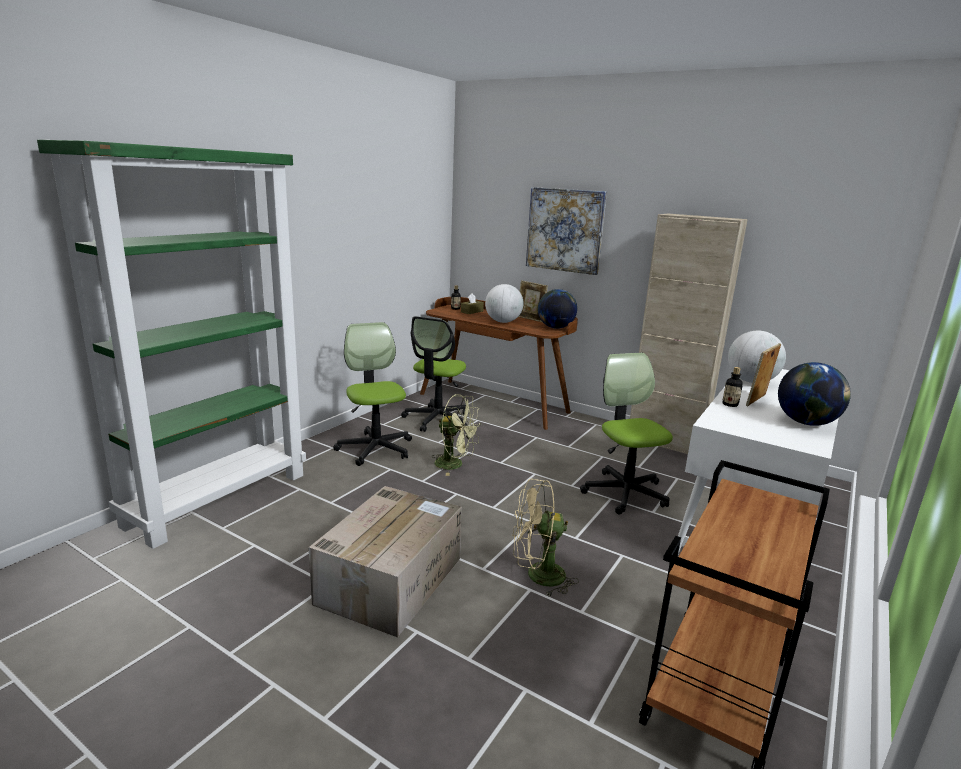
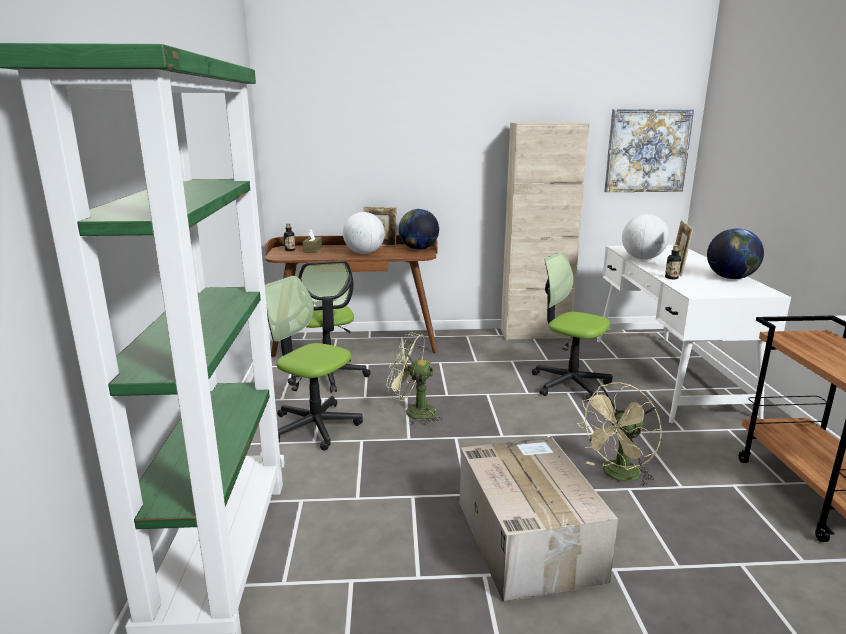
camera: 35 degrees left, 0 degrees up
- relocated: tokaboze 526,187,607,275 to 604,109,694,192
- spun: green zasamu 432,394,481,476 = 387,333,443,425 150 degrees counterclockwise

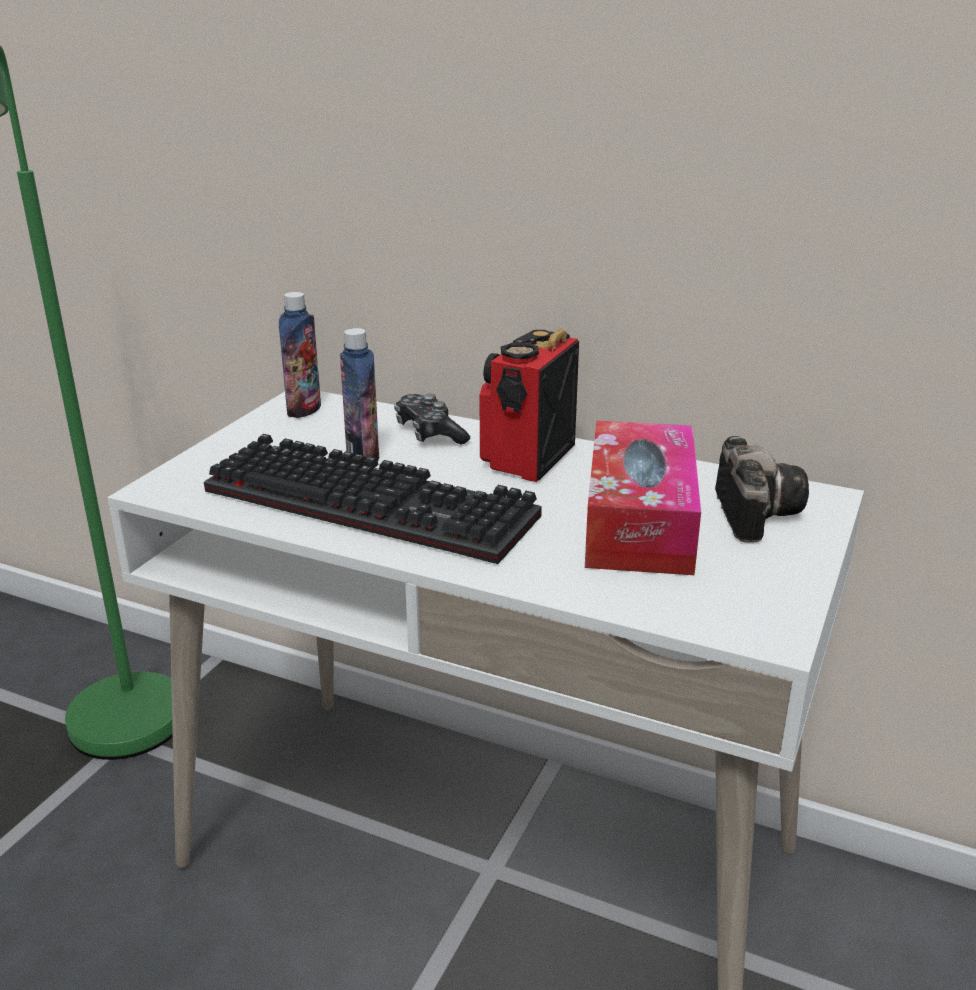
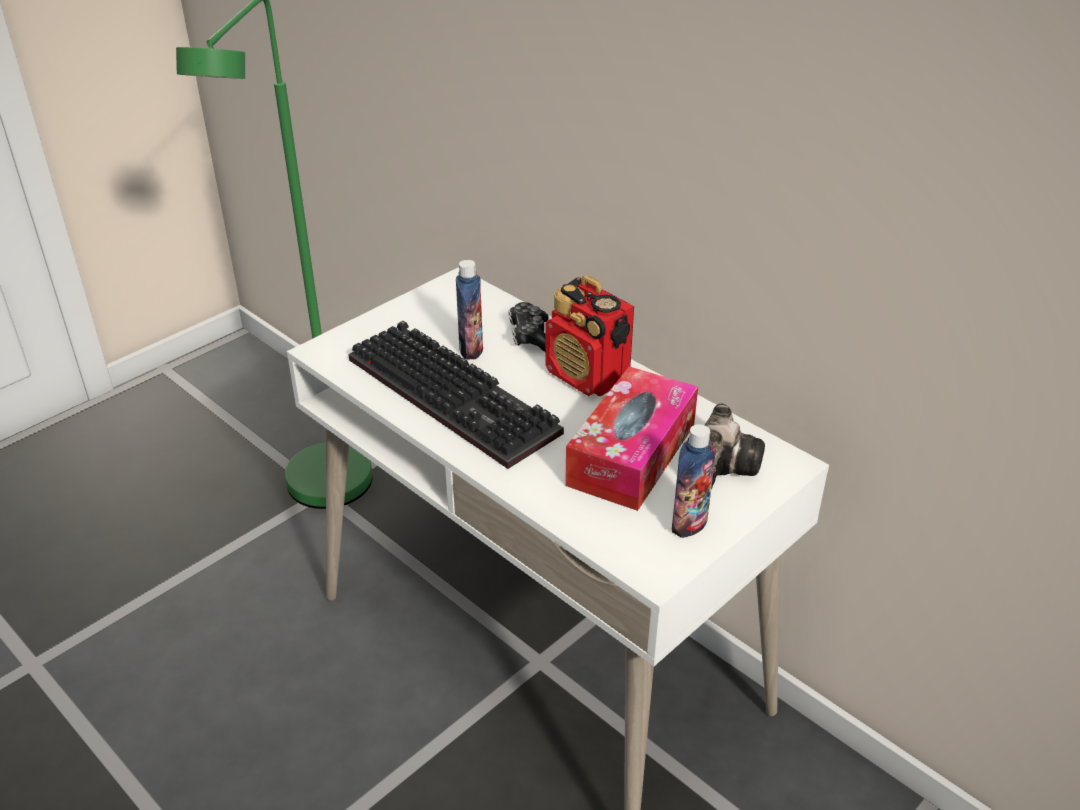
camera: 20 degrees right, 10 degrees up
- relocated: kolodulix 279,292,321,418 to 672,424,716,538
- spun: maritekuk 480,328,579,482 = 545,275,634,396 90 degrees counterclockwise

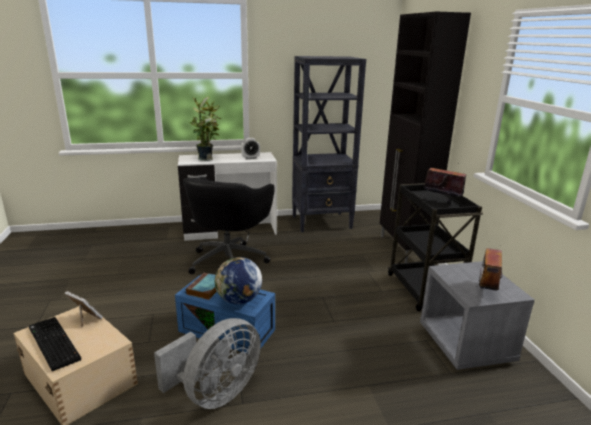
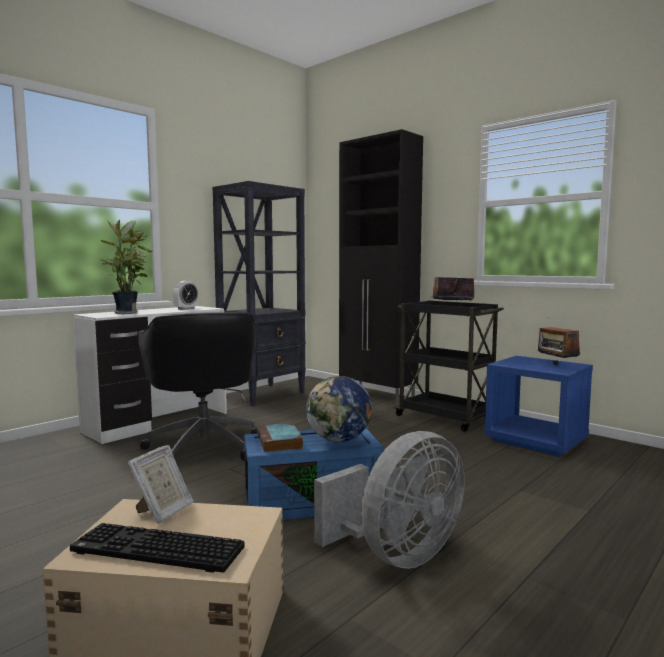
camera: 35 degrees left, 15 degrees down
- colour: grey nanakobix 420,261,535,370 to blue nanakobix 484,356,593,457
- spun: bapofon 64,291,103,327 = 128,445,194,524 120 degrees clockwise
- spun: grey zasamu 154,318,261,409 = 314,431,465,569 45 degrees clockwise

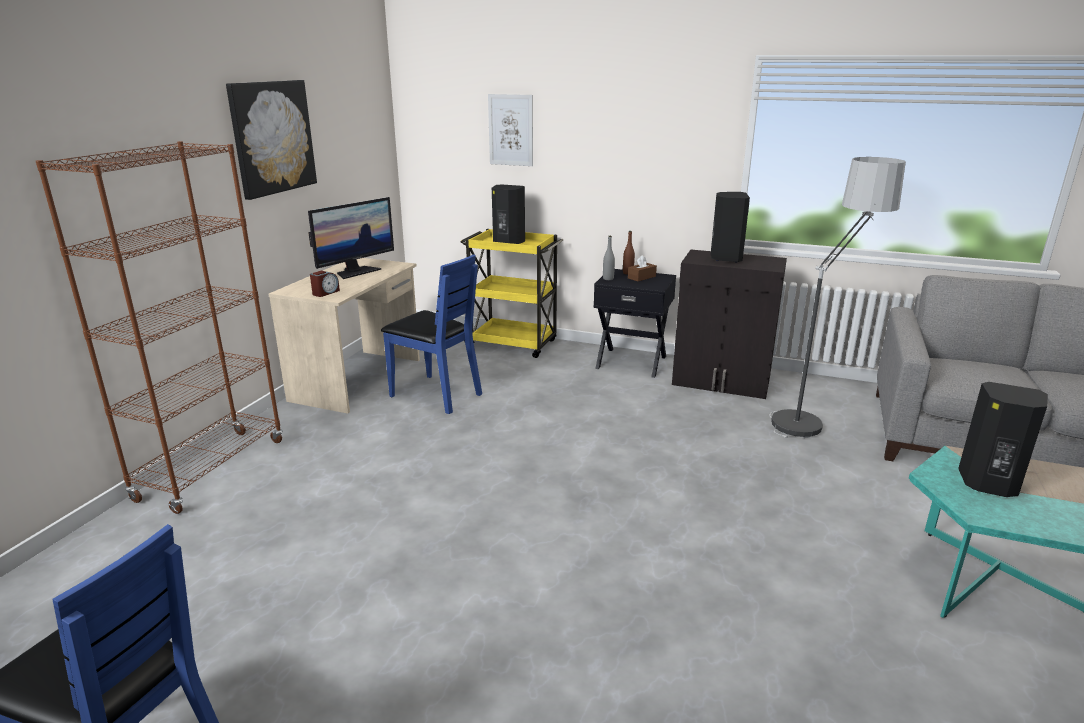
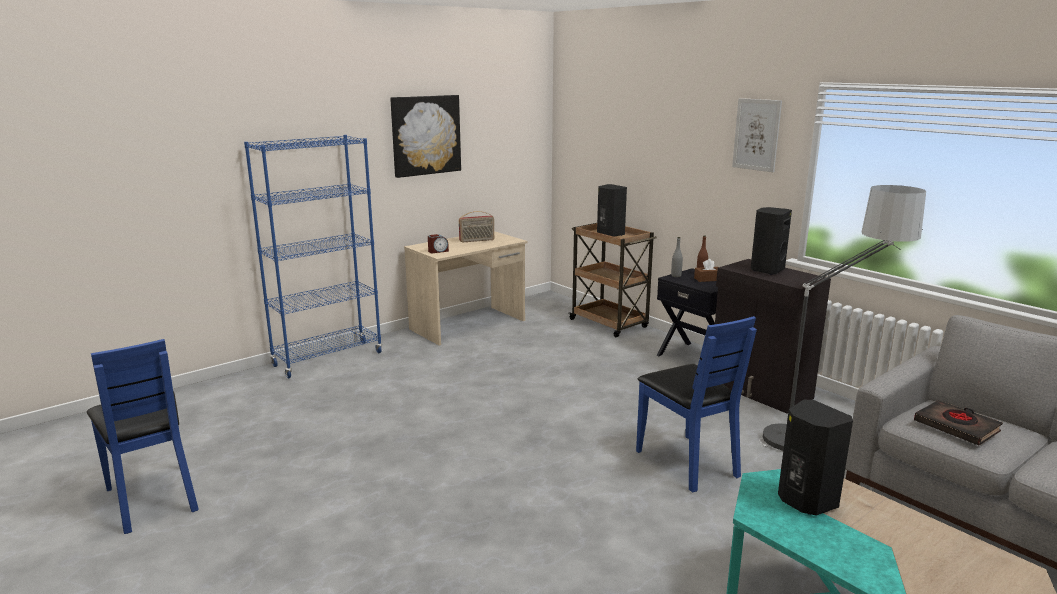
camera: 30 degrees right, 5 degrees down
- appeared: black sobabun 914,400,1003,445
- relocated: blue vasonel 381,254,482,414 to 636,316,757,492
- relocated: tokaboze 488,94,533,166 to 732,98,782,172
- exchanged: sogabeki 308,197,394,279 to maritekuk 459,211,494,242
- colour: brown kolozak 36,141,283,514 to blue kolozak 244,135,382,378
- colour: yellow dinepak 461,229,563,358 to brown dinepak 569,223,657,337

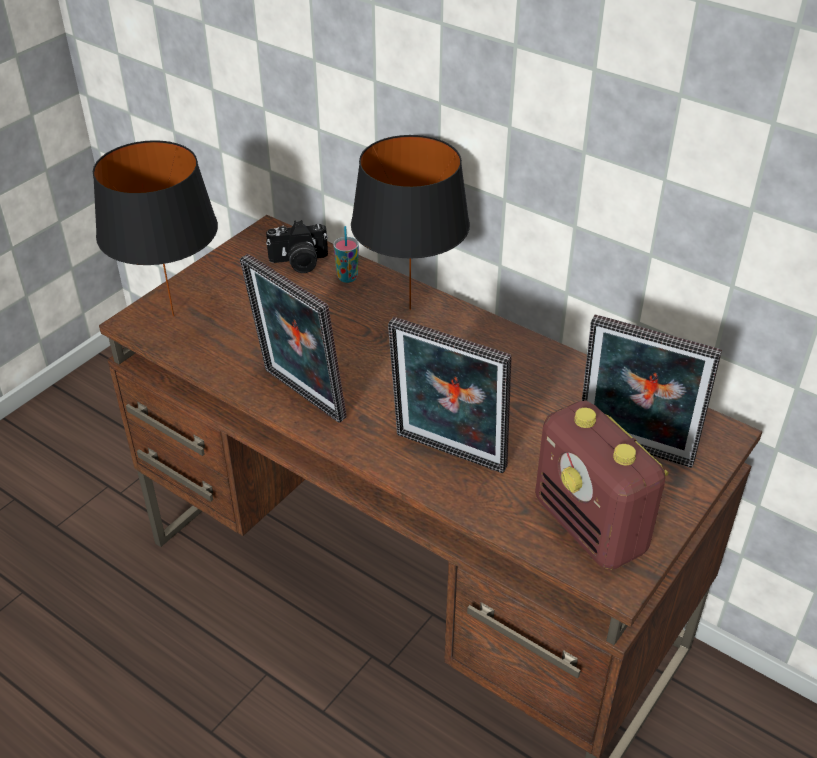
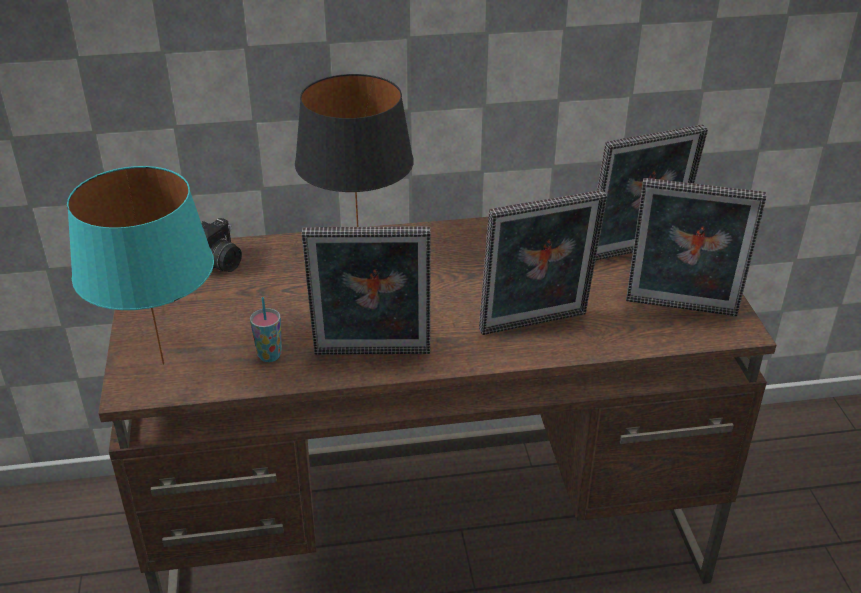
camera: 45 degrees left, 5 degrees down
- relocated: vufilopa 333,226,359,283 to 250,297,282,362
- exchanged: maritekuk 535,401,669,569 to bapofon 626,178,766,316
- colour: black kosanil 93,140,218,316 to turquoise kosanil 67,166,214,365

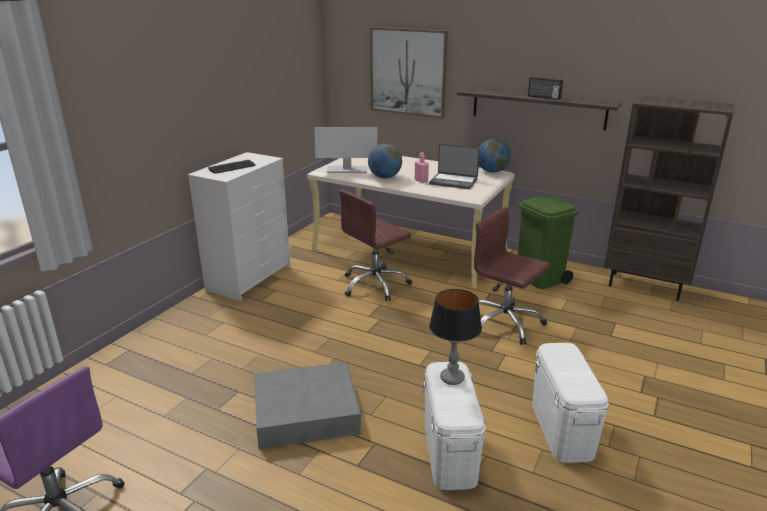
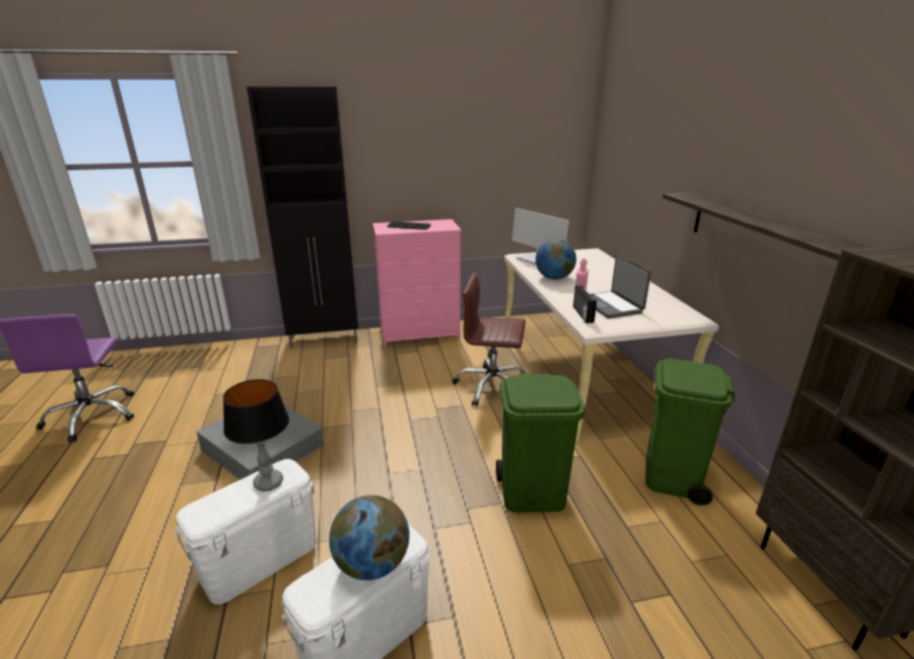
camera: 50 degrees right, 0 degrees up
- missing: tokaboze 370,27,448,118
- appeared: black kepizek 247,86,358,349
- relocated: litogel 479,139,511,173 to 329,495,409,580
- relocated: maritekuk 528,77,563,100 to 573,285,597,323
- exchanged: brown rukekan 474,207,550,345 to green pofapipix 496,373,585,513
- colour: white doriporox 188,152,290,301 to pink doriporox 373,219,461,347

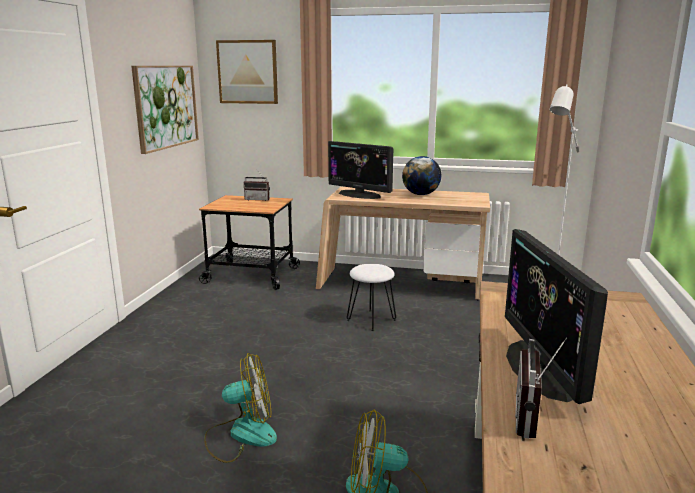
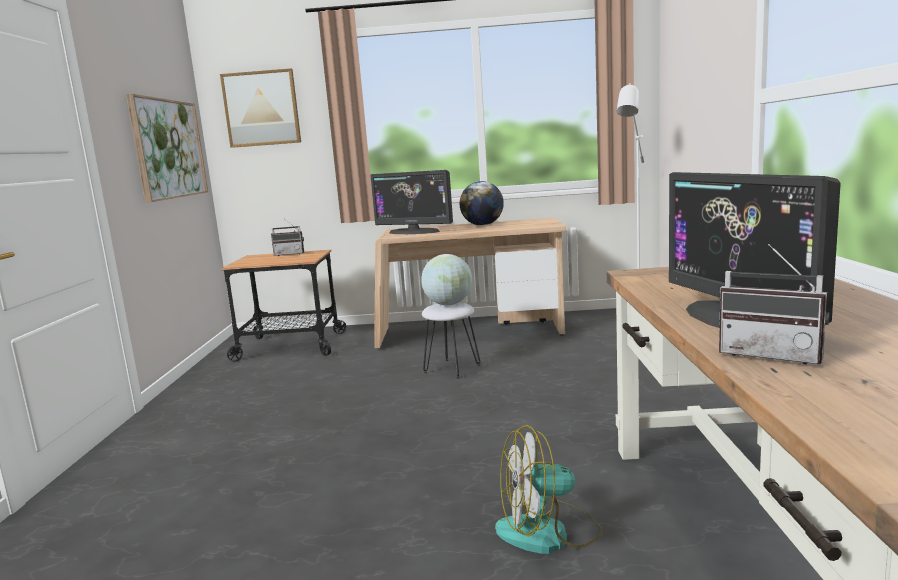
camera: 10 degrees left, 5 degrees down
- missing: zasamu 204,353,277,463
- appeared: litogel 421,254,472,305
- spun: maritekuk 515,338,567,439 = 719,244,829,365 60 degrees counterclockwise

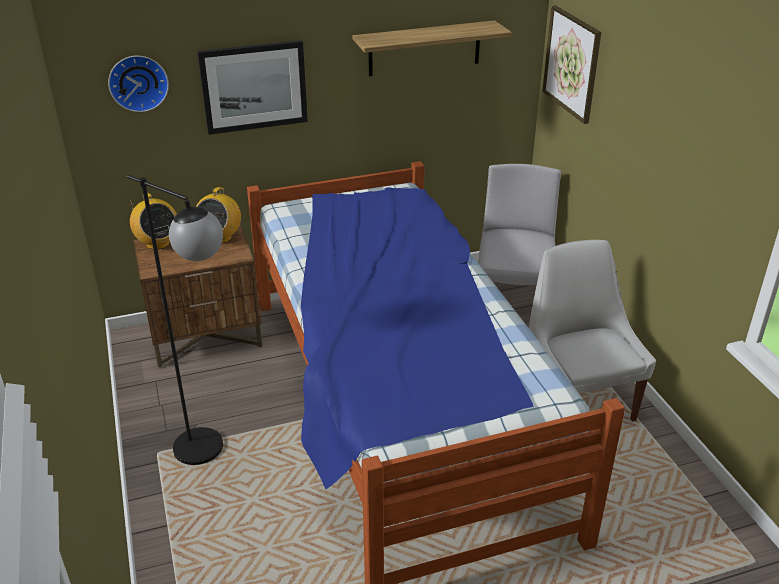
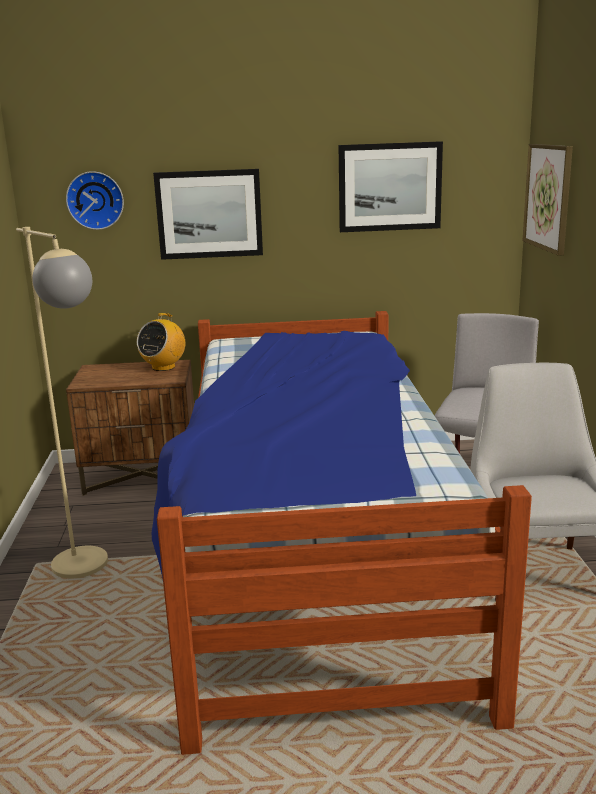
camera: 15 degrees right, 15 degrees down
- missing: maritekuk 130,193,177,250
- exchanged: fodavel 353,20,512,76 to tokaboze 339,141,443,232
- colour: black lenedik 127,175,223,465 to beige lenedik 16,227,108,578

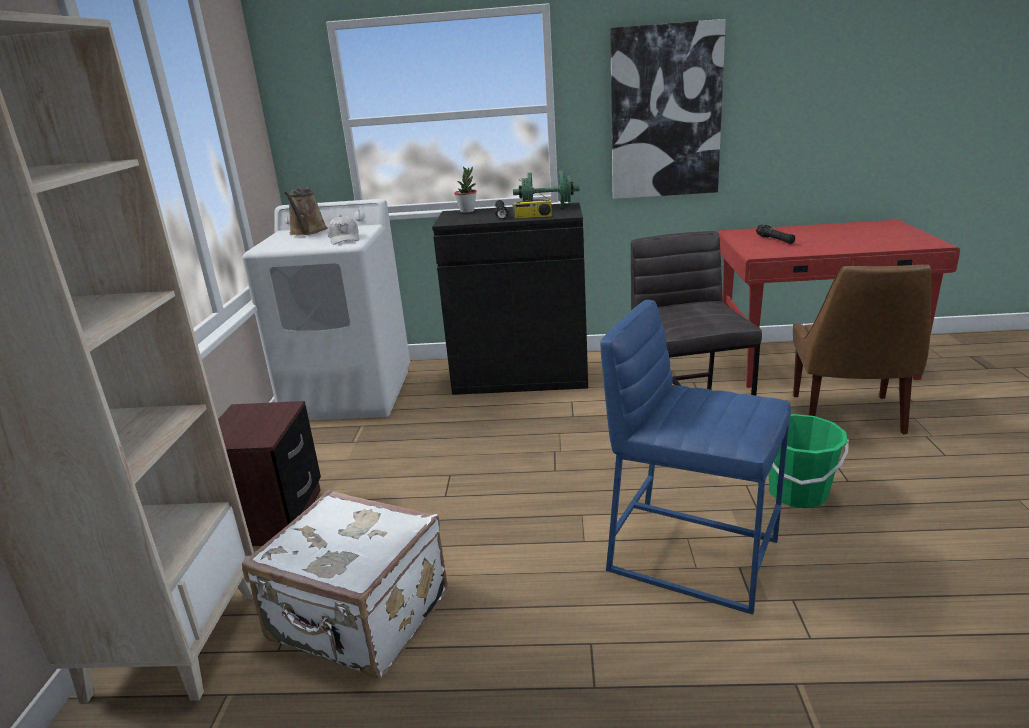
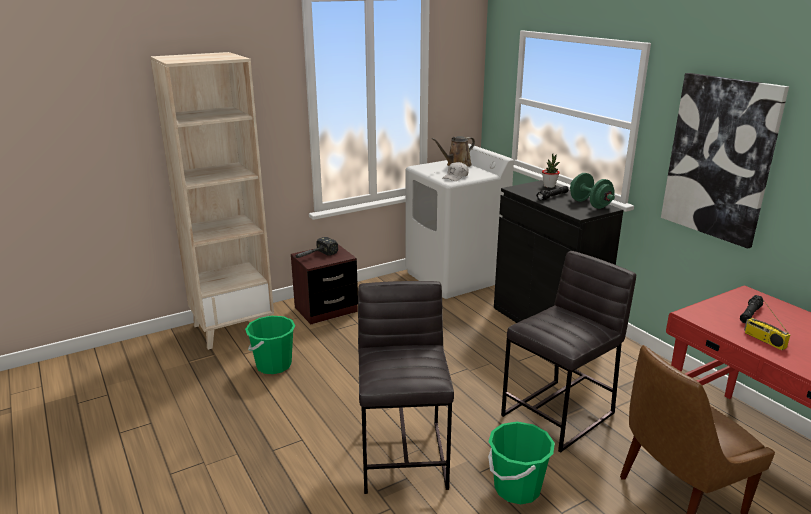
camera: 55 degrees right, 0 degrees up
- appeared: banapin 294,237,338,258
- relocated: maritekuk 512,180,552,219 to 744,299,790,350
- exchanged: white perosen 242,490,447,678 to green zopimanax 245,316,295,374
- colour: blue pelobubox 600,300,791,615 to grey pelobubox 358,281,454,494

